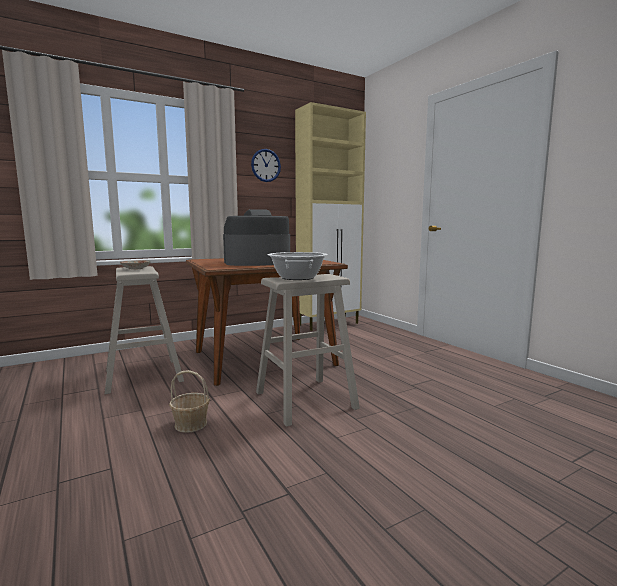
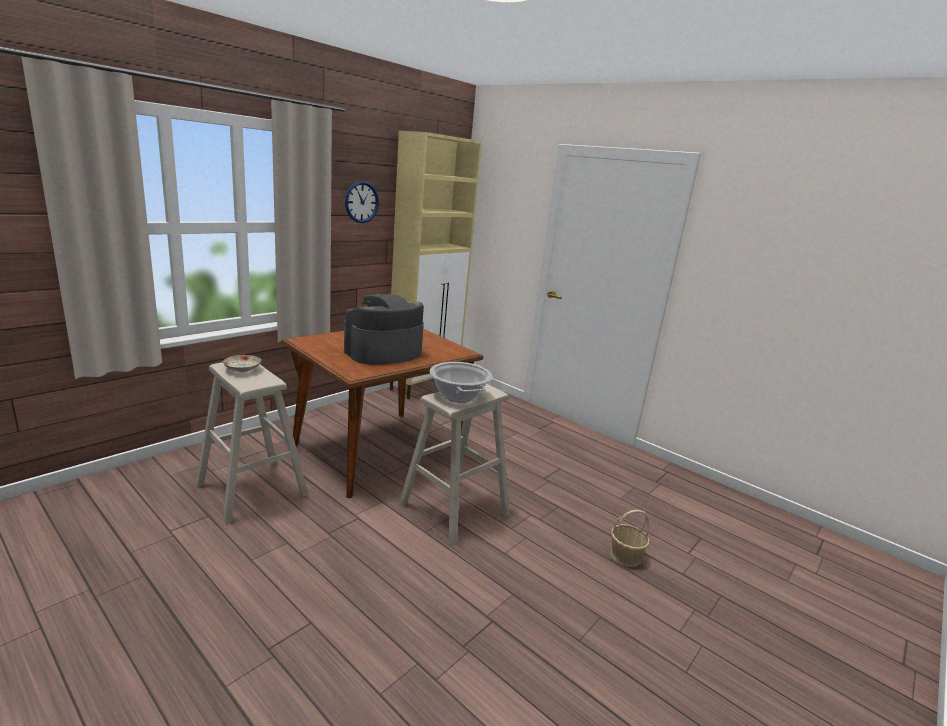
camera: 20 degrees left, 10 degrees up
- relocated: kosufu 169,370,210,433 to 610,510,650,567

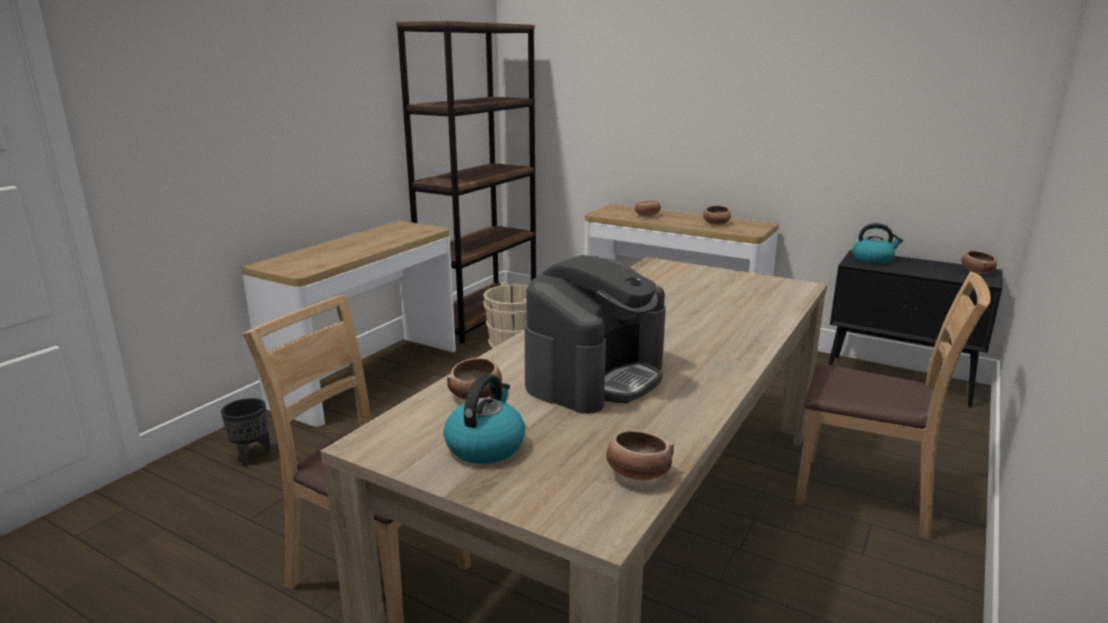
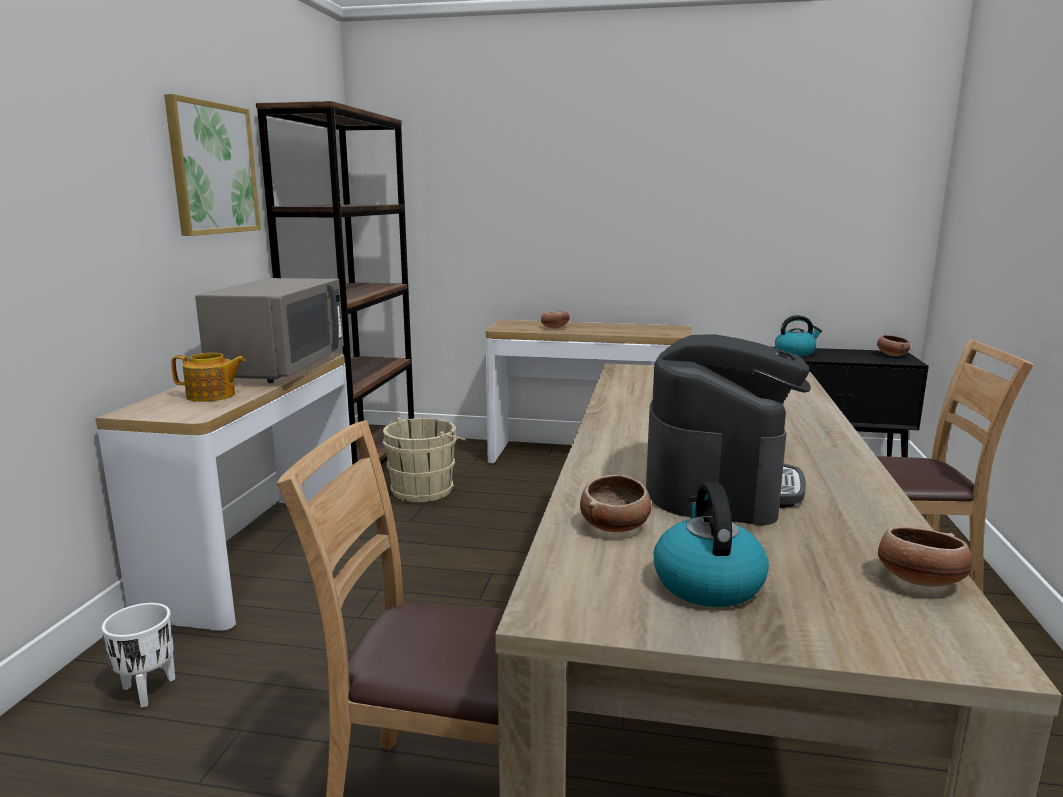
camera: 20 degrees left, 5 degrees down
- missing: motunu 703,205,731,225
- appeared: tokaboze 164,94,261,236
- appeared: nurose 171,353,246,402
- appeared: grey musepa 195,278,344,383
- colour: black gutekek 221,398,271,466 to white gutekek 102,603,175,707

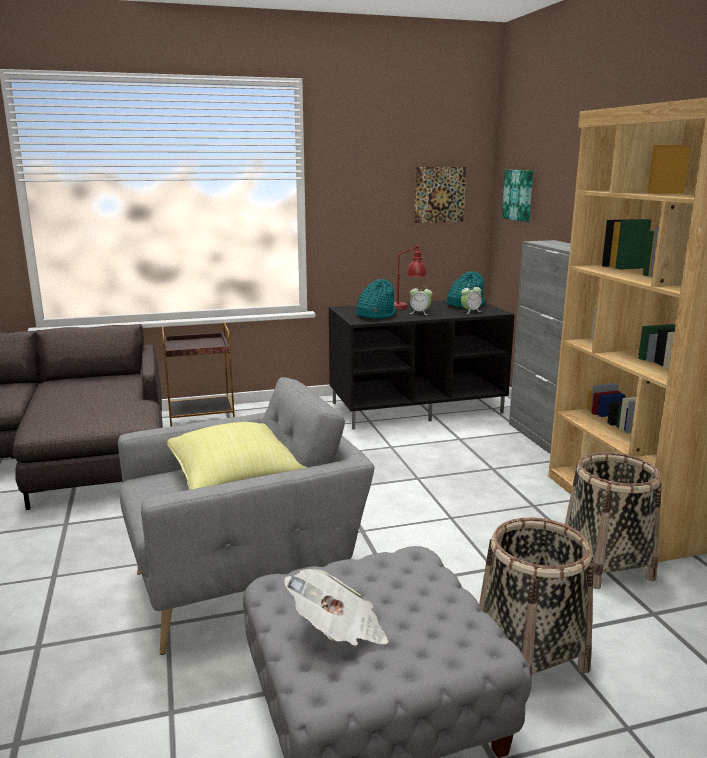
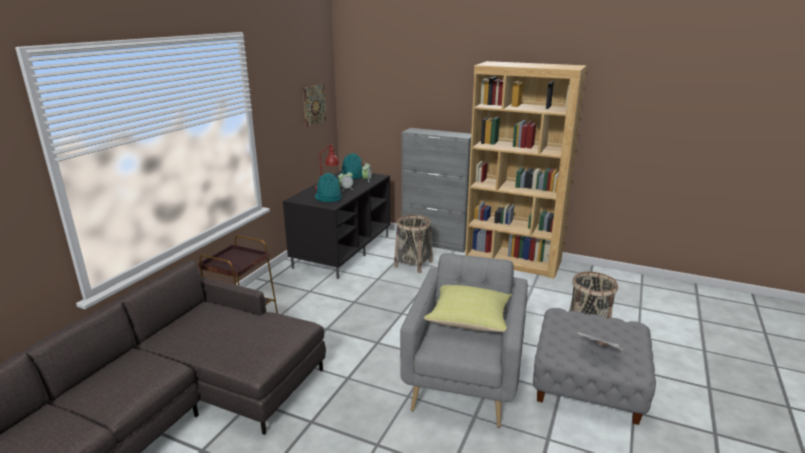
camera: 50 degrees left, 5 degrees up
- missing: tokaboze 502,170,533,222
- relocated: kosufu 565,452,662,589 to 394,215,433,273

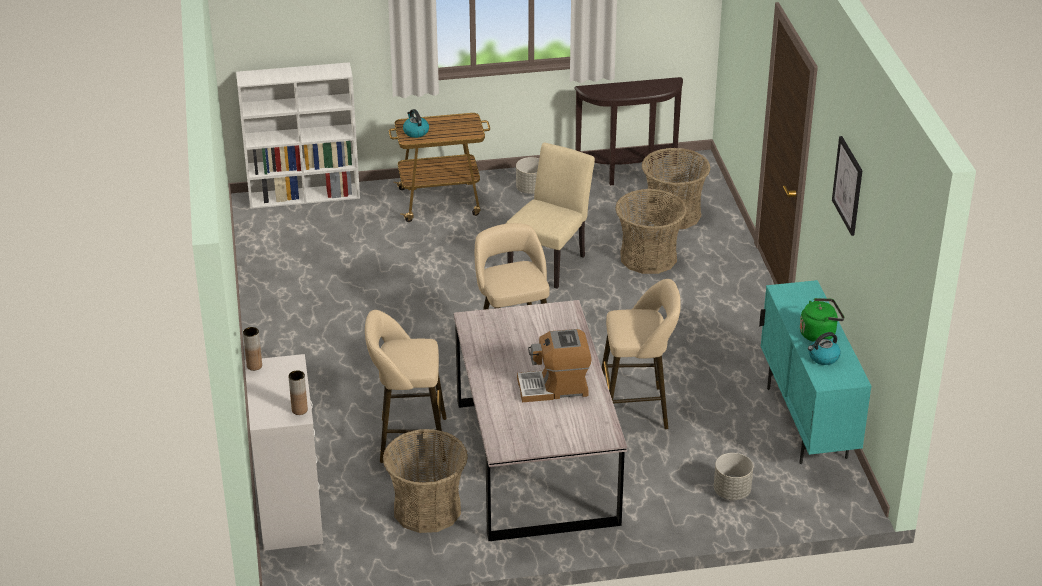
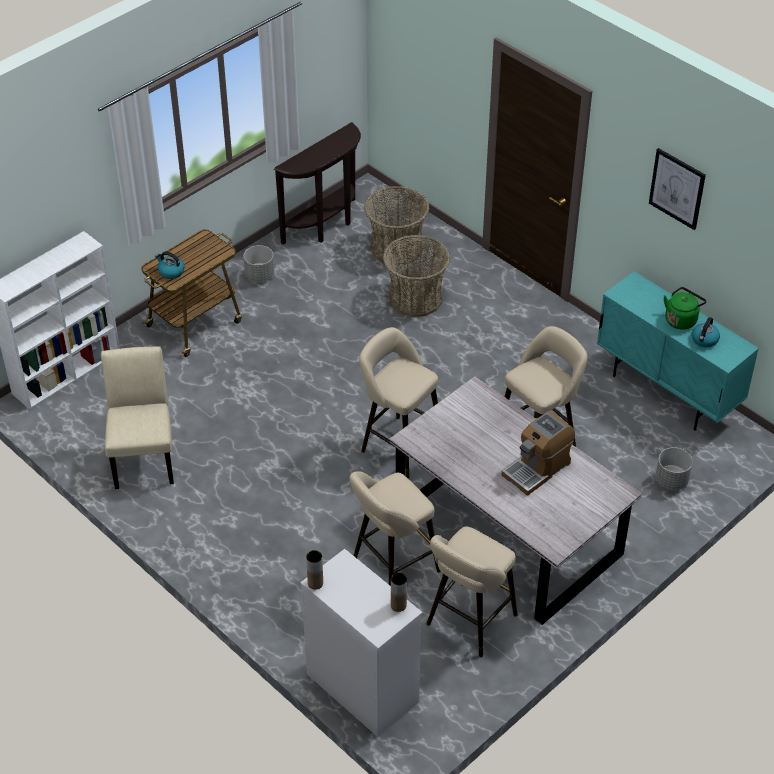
camera: 35 degrees left, 10 degrees up
- relocated: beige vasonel 506,143,595,288 to 101,346,174,489
- exchanged: kosufu 383,429,468,533 to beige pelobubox 426,526,517,657

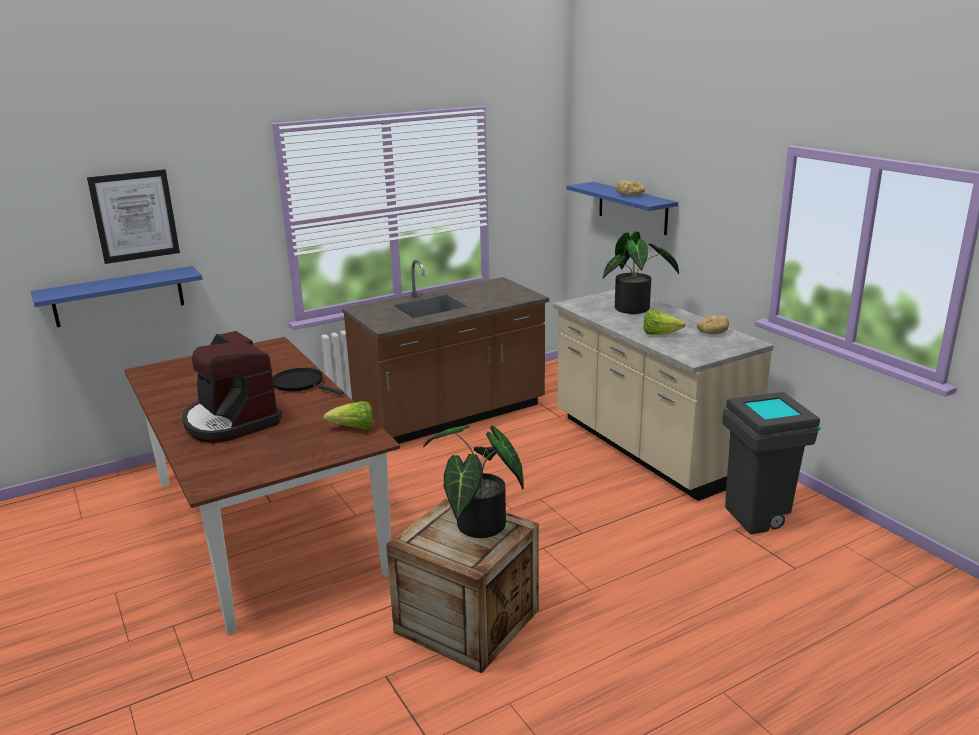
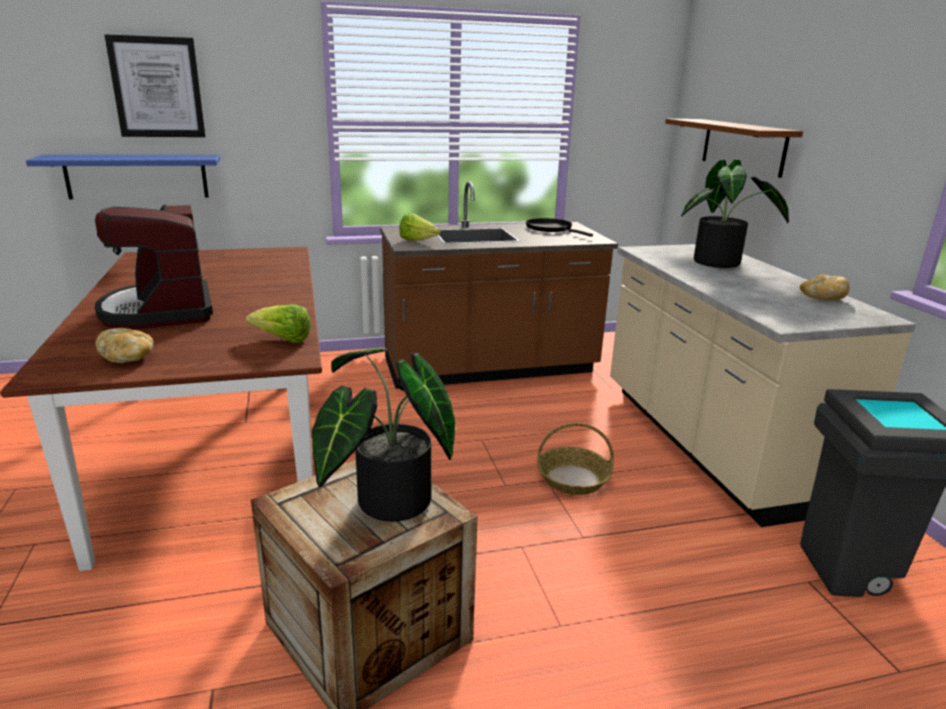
camera: 15 degrees right, 0 degrees up
- appeared: kosufu 537,423,614,495
- relocated: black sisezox 273,368,344,395 to 526,218,593,237
- relocated: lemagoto 616,180,645,196 to 95,328,154,363
- relocated: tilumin 644,310,686,335 to 399,214,441,240
- colour: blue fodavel 566,182,678,235 to brown fodavel 665,119,803,178

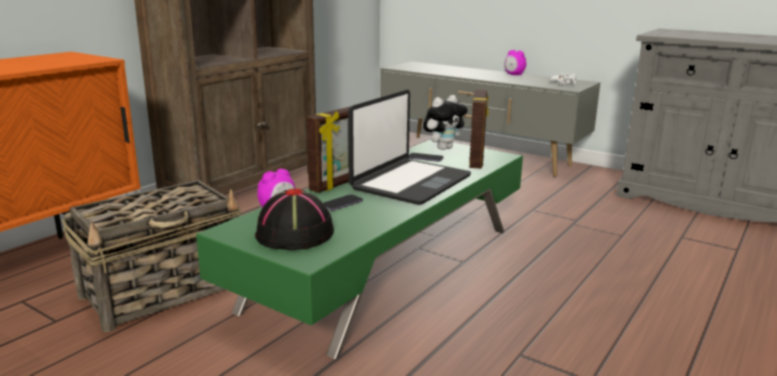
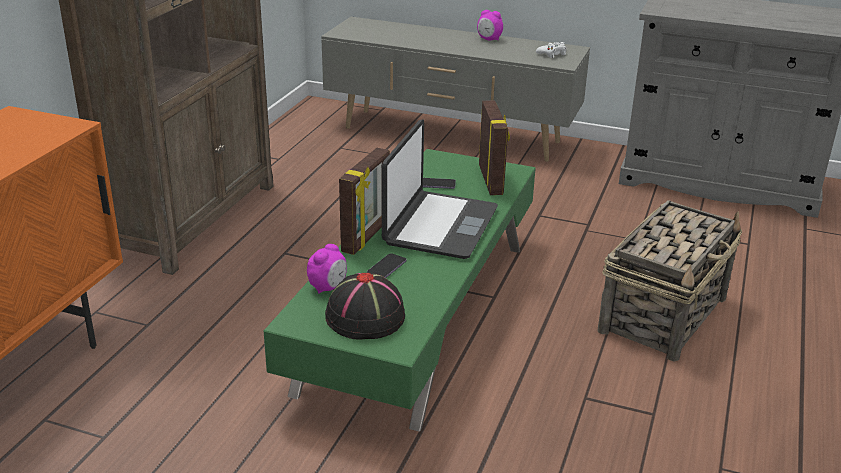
camera: 15 degrees left, 10 degrees up
- missing: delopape 423,95,468,150
- relocated: kosufu 62,180,242,332 to 597,200,742,362

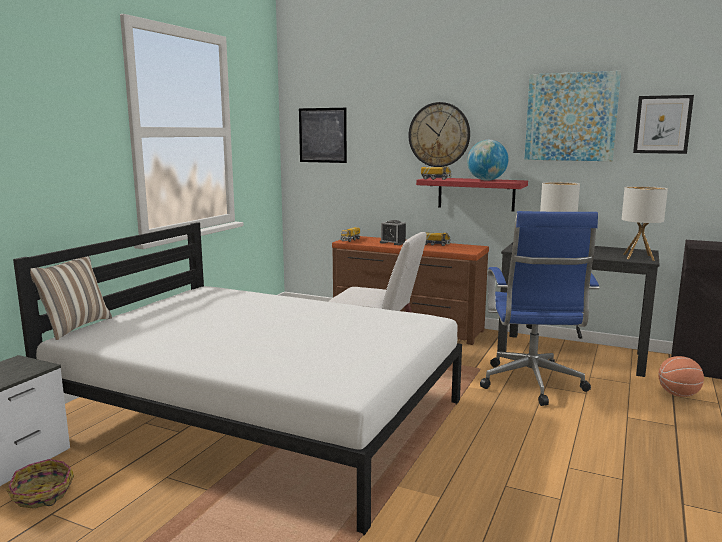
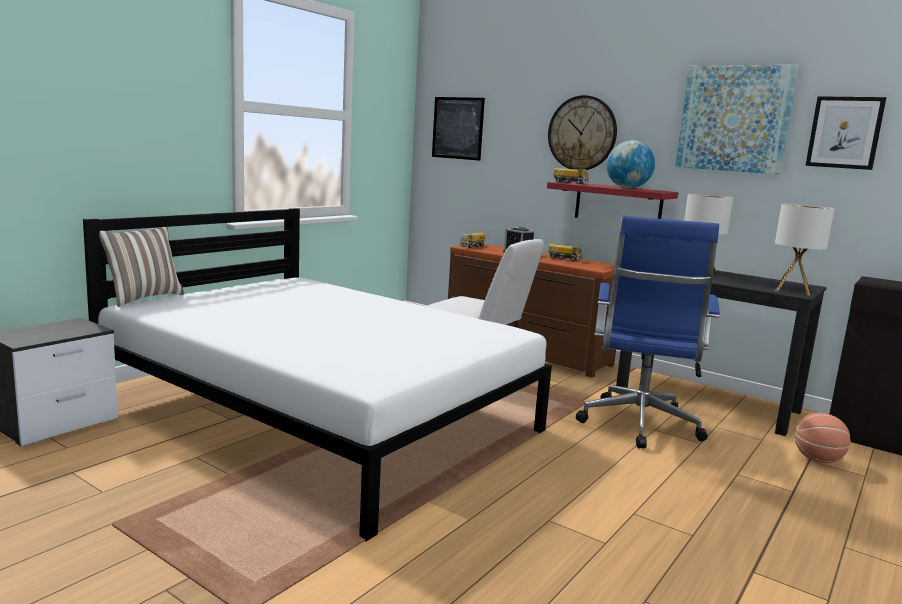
camera: 10 degrees right, 0 degrees up
- missing: kosufu 7,459,74,509

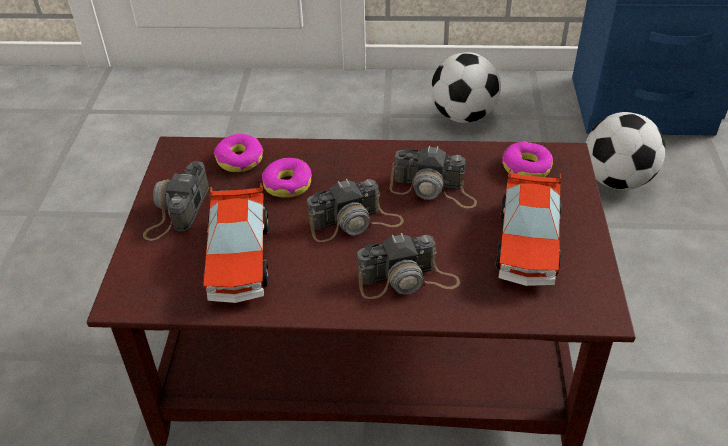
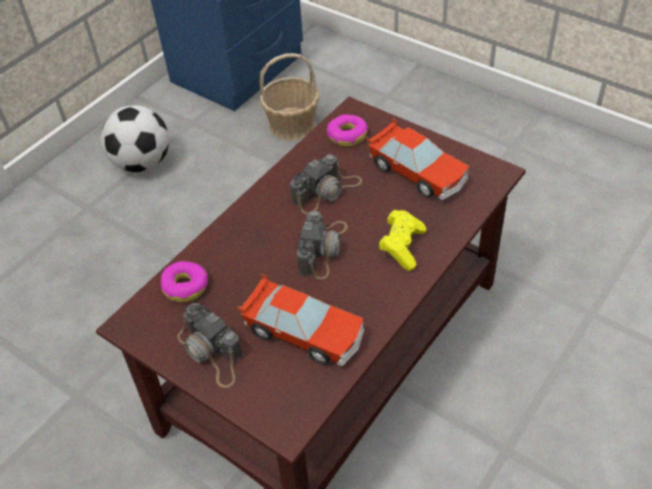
camera: 55 degrees left, 5 degrees up
- missing: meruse 262,158,312,198
- exchanged: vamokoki 357,233,460,299 to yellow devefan 379,210,426,271
- exchanged: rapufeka 585,112,665,190 to kosufu 259,53,319,141

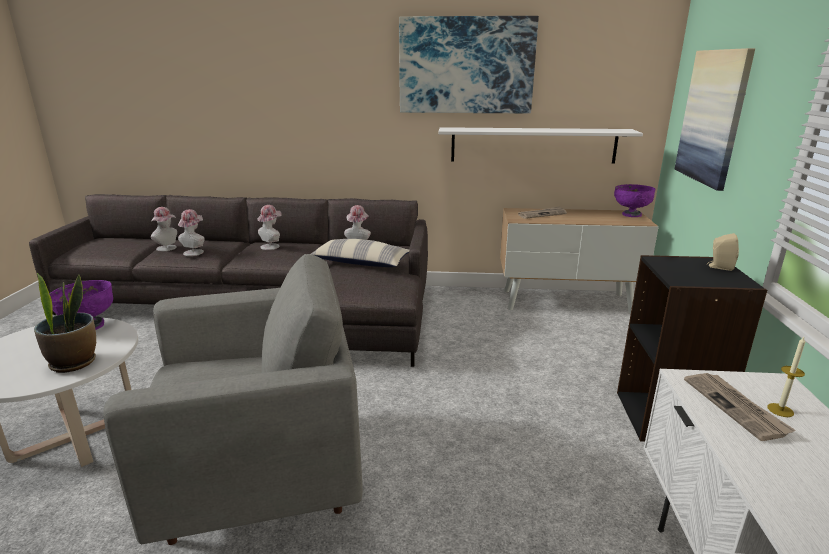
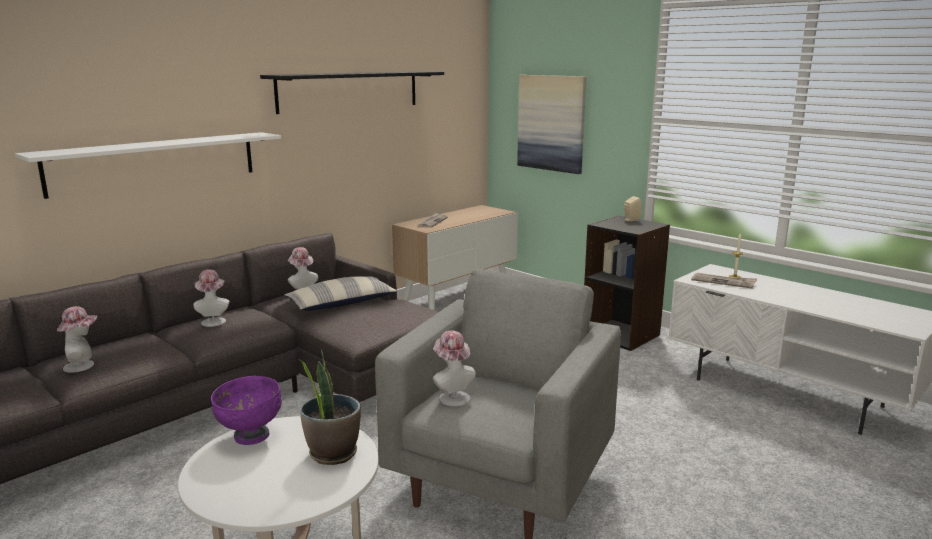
camera: 50 degrees left, 5 degrees down
- missing: purple motunu 614,184,655,217
- relocated: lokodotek 178,209,205,256 to 433,330,476,406
- relocated: white fodavel 438,127,643,164 to 15,132,281,199
- exchanged: tokaboze 399,16,539,113 to black fodavel 260,71,444,114

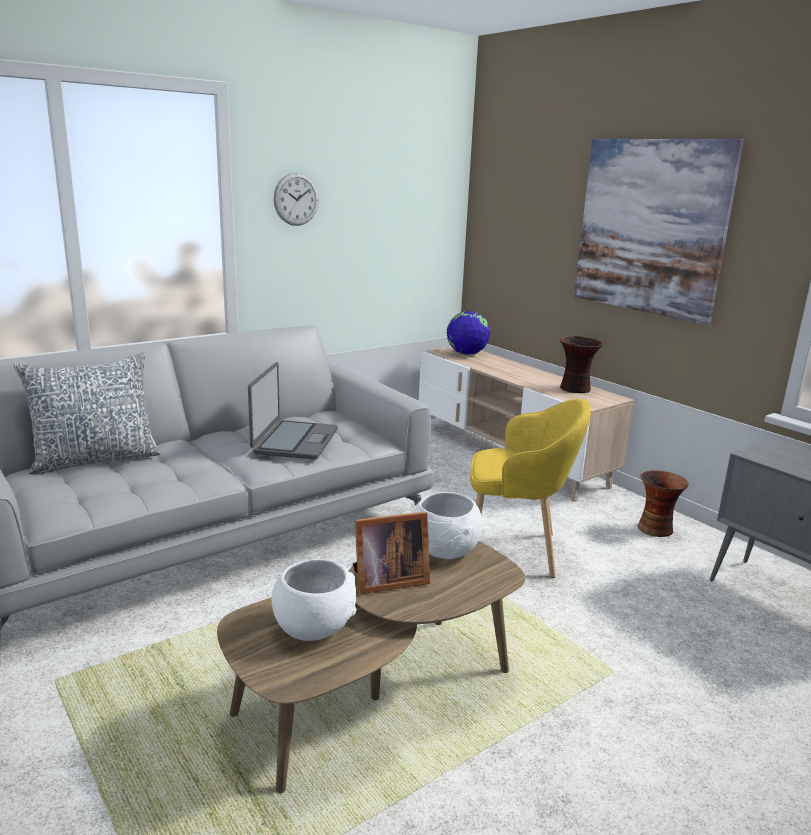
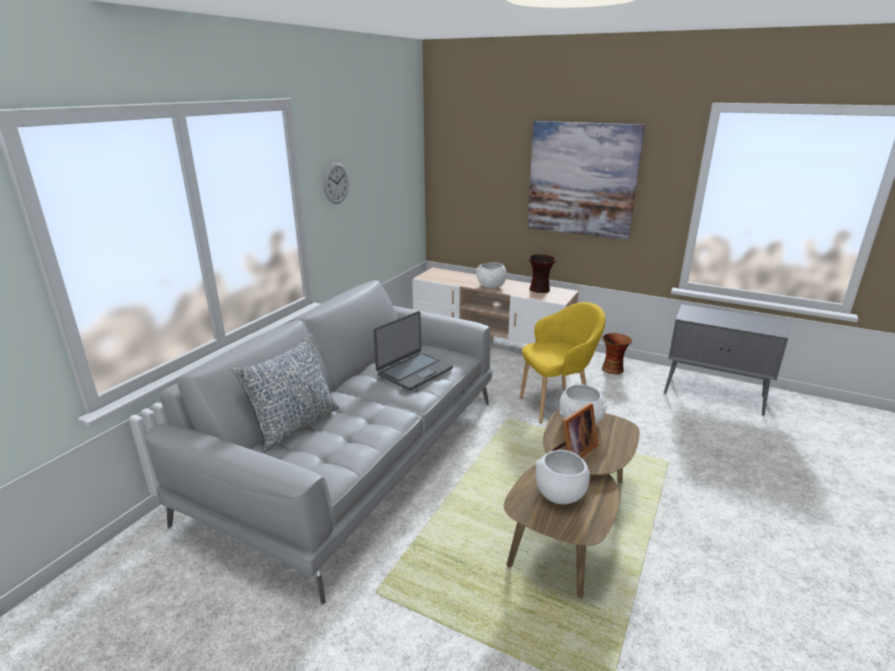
camera: 25 degrees left, 5 degrees up
- missing: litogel 447,311,490,355
- appeared: white motunu 476,263,507,288
- spun: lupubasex 248,362,338,460 = 374,311,453,391 60 degrees clockwise

